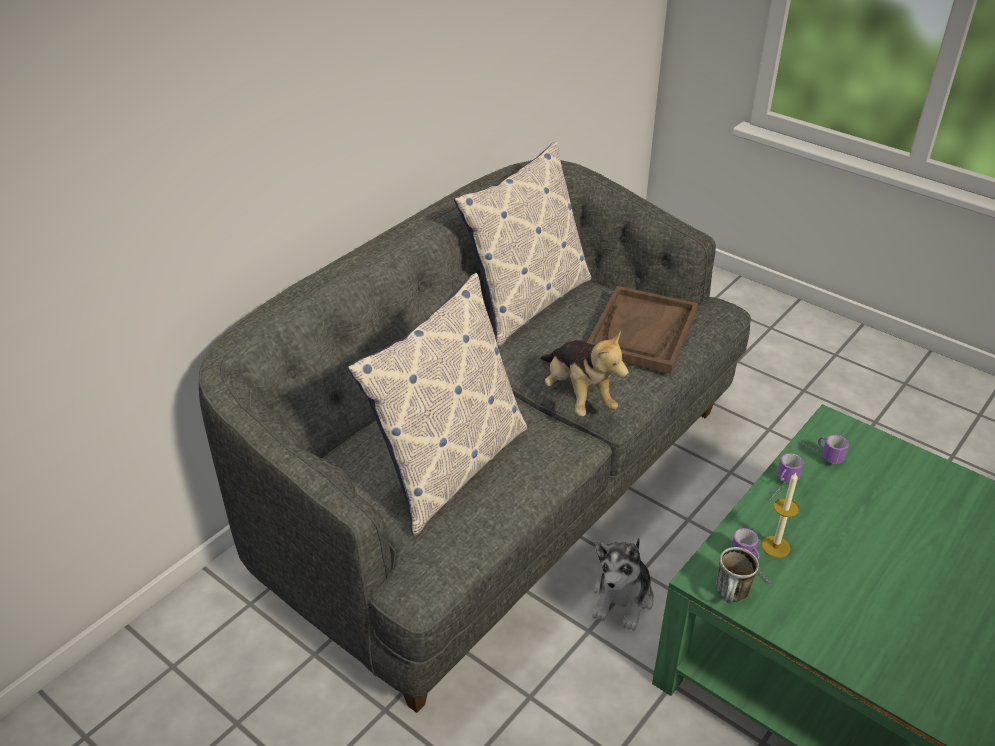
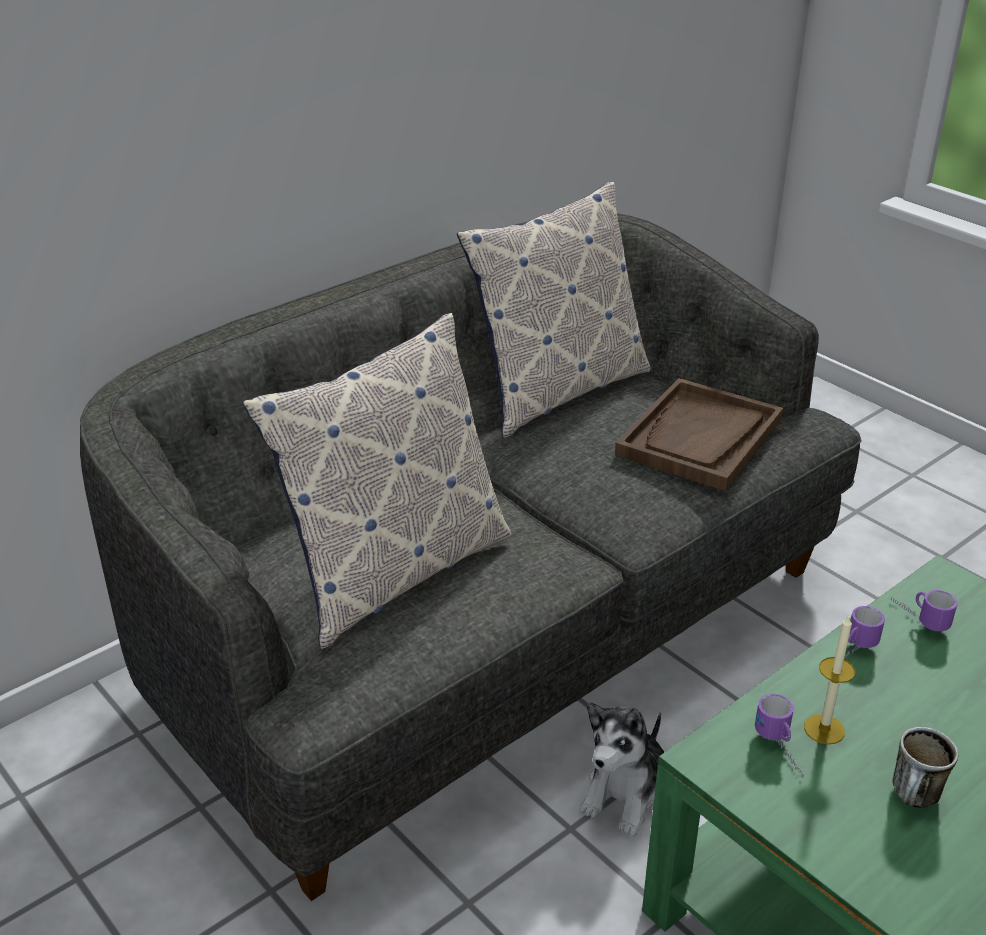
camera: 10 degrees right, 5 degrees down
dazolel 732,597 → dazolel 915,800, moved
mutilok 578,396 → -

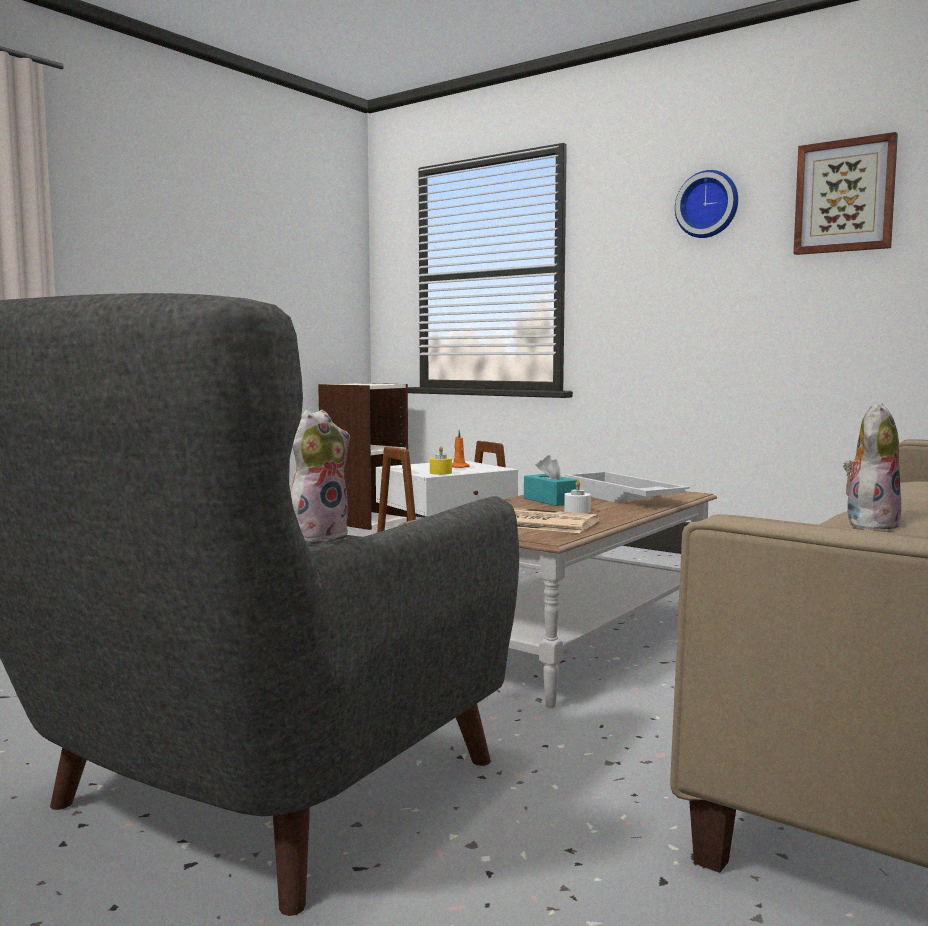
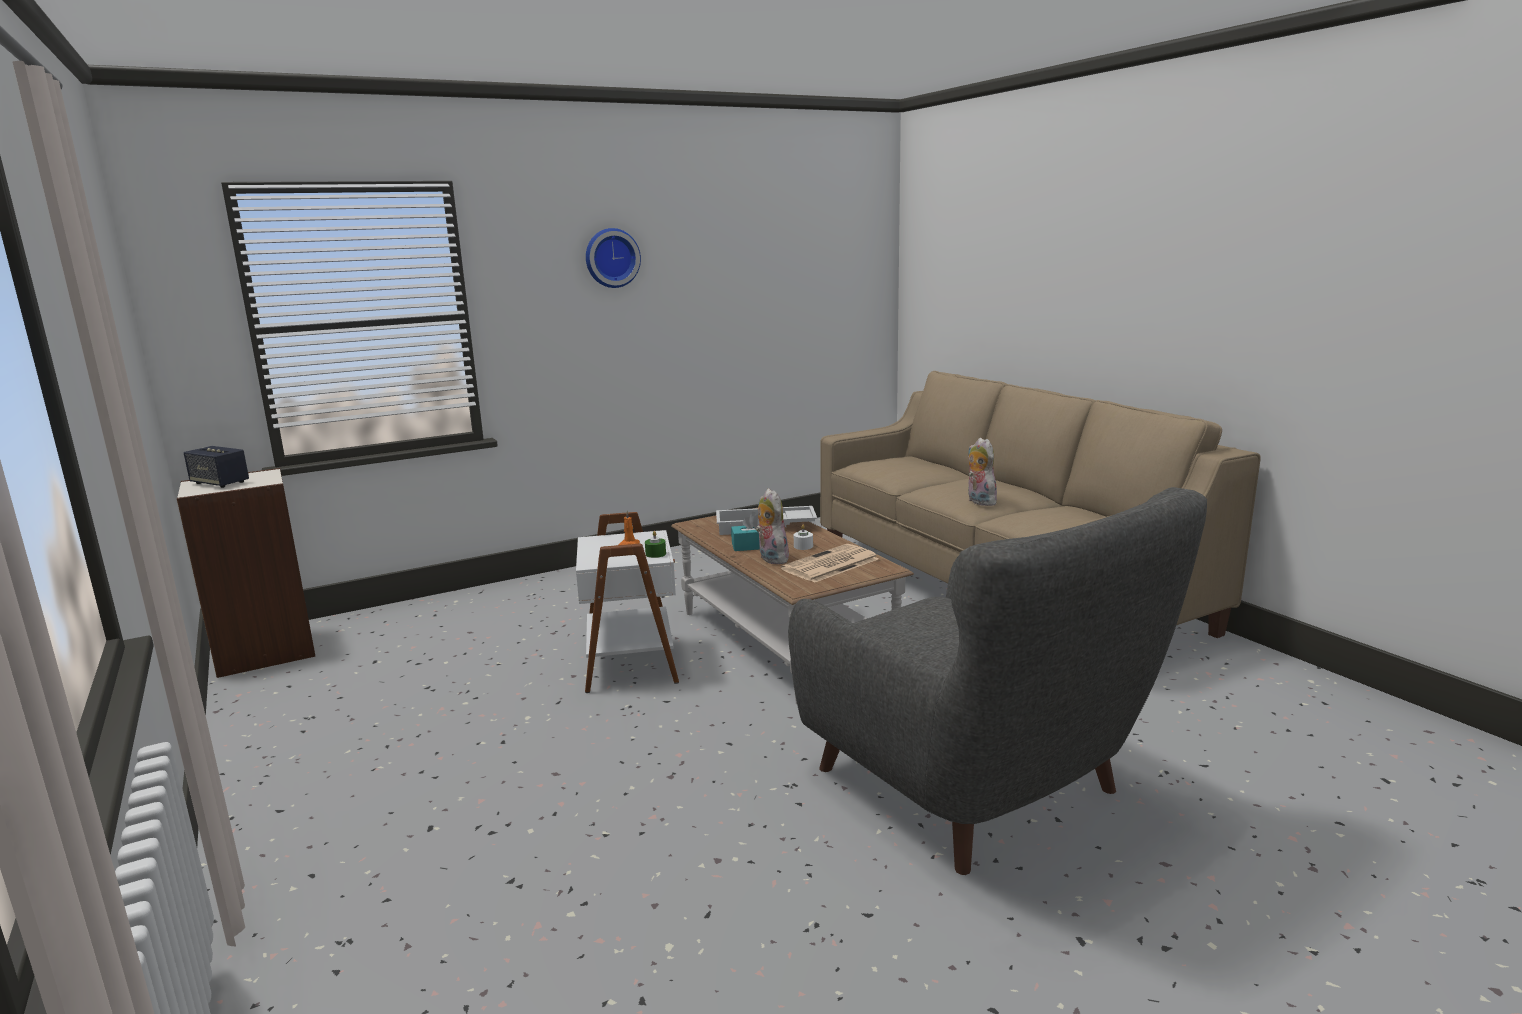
camera: 65 degrees left, 10 degrees up
- → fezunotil 220,483
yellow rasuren 440,473 → green rasuren 655,554
mutilok 317,538 → mutilok 771,558, moved
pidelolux 844,196 → -

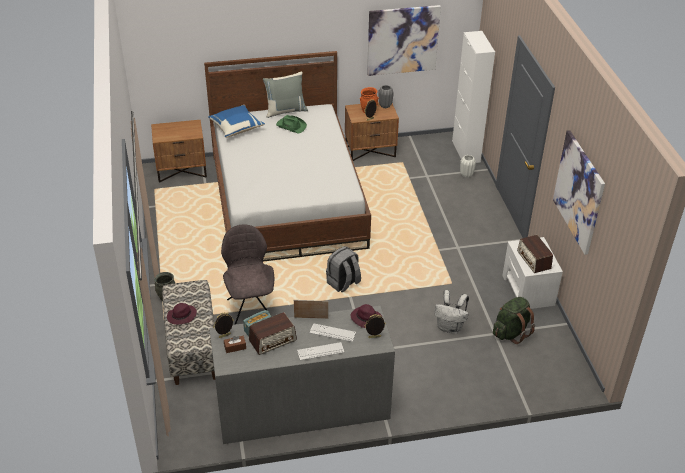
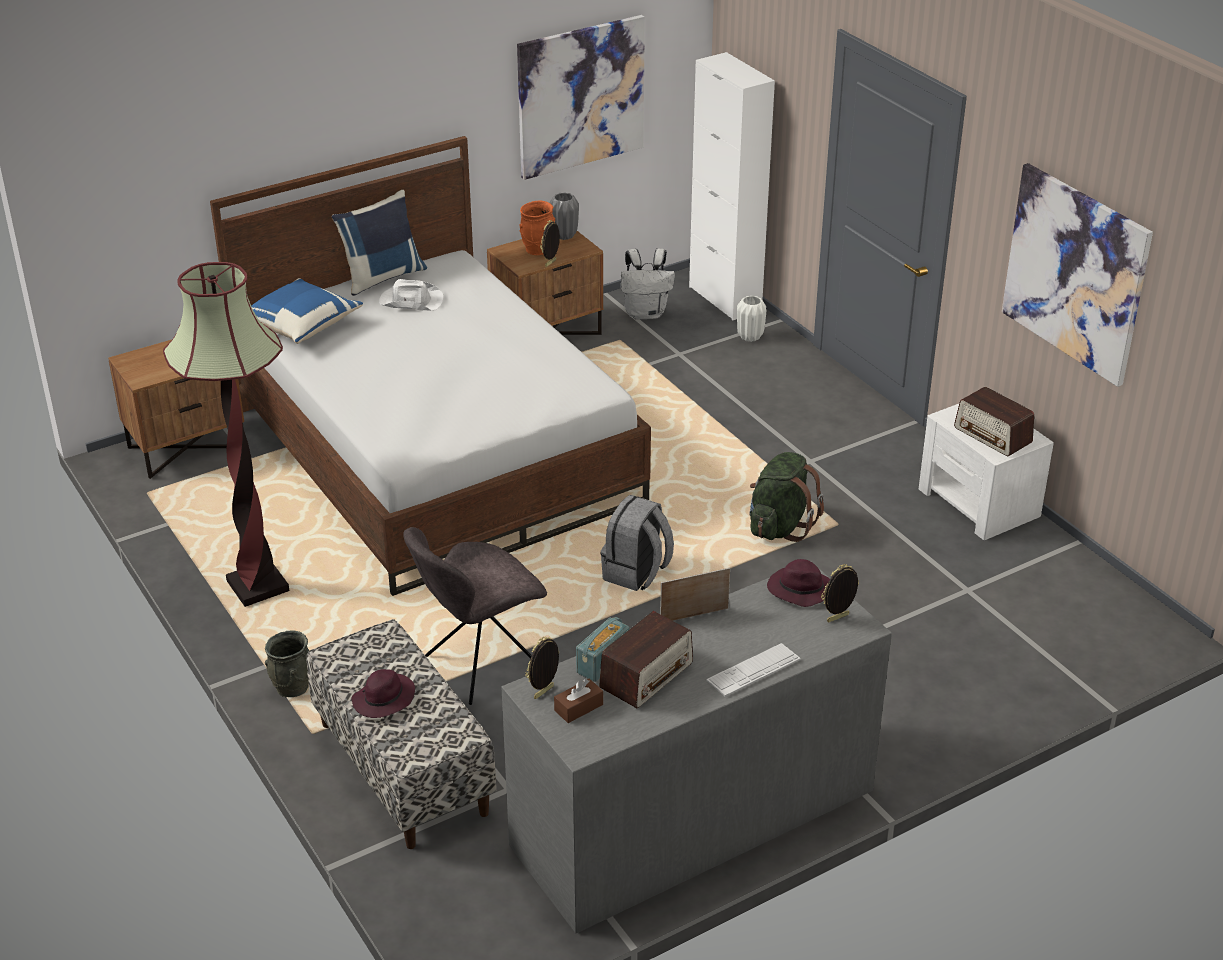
camera: 20 degrees left, 5 degrees down
- → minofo 258,587
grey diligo 285,110 → blue diligo 382,277
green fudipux 291,126 → white fudipux 410,301
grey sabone 250,309 → grey sabone 480,665, 90 degrees counterclockwise
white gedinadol 450,327 → white gedinadol 646,313, moved
green gedinadol 511,332 → green gedinadol 779,526, moved
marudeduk 332,333 → -

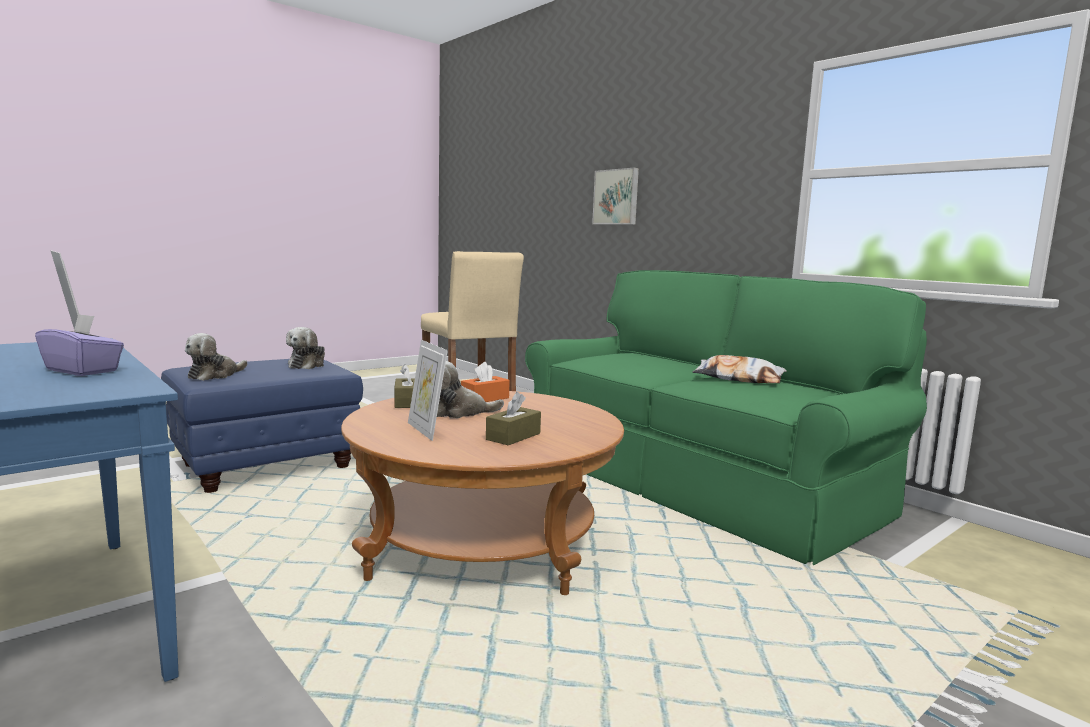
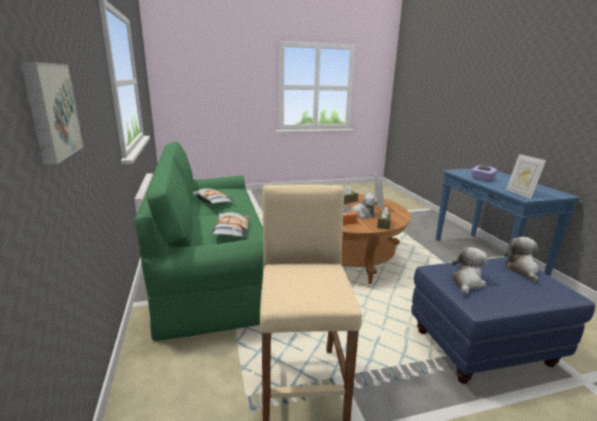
camera: 155 degrees left, 10 degrees up
- → diligo 231,229
mutilok 214,375 → mutilok 521,270, 45 degrees counterclockwise

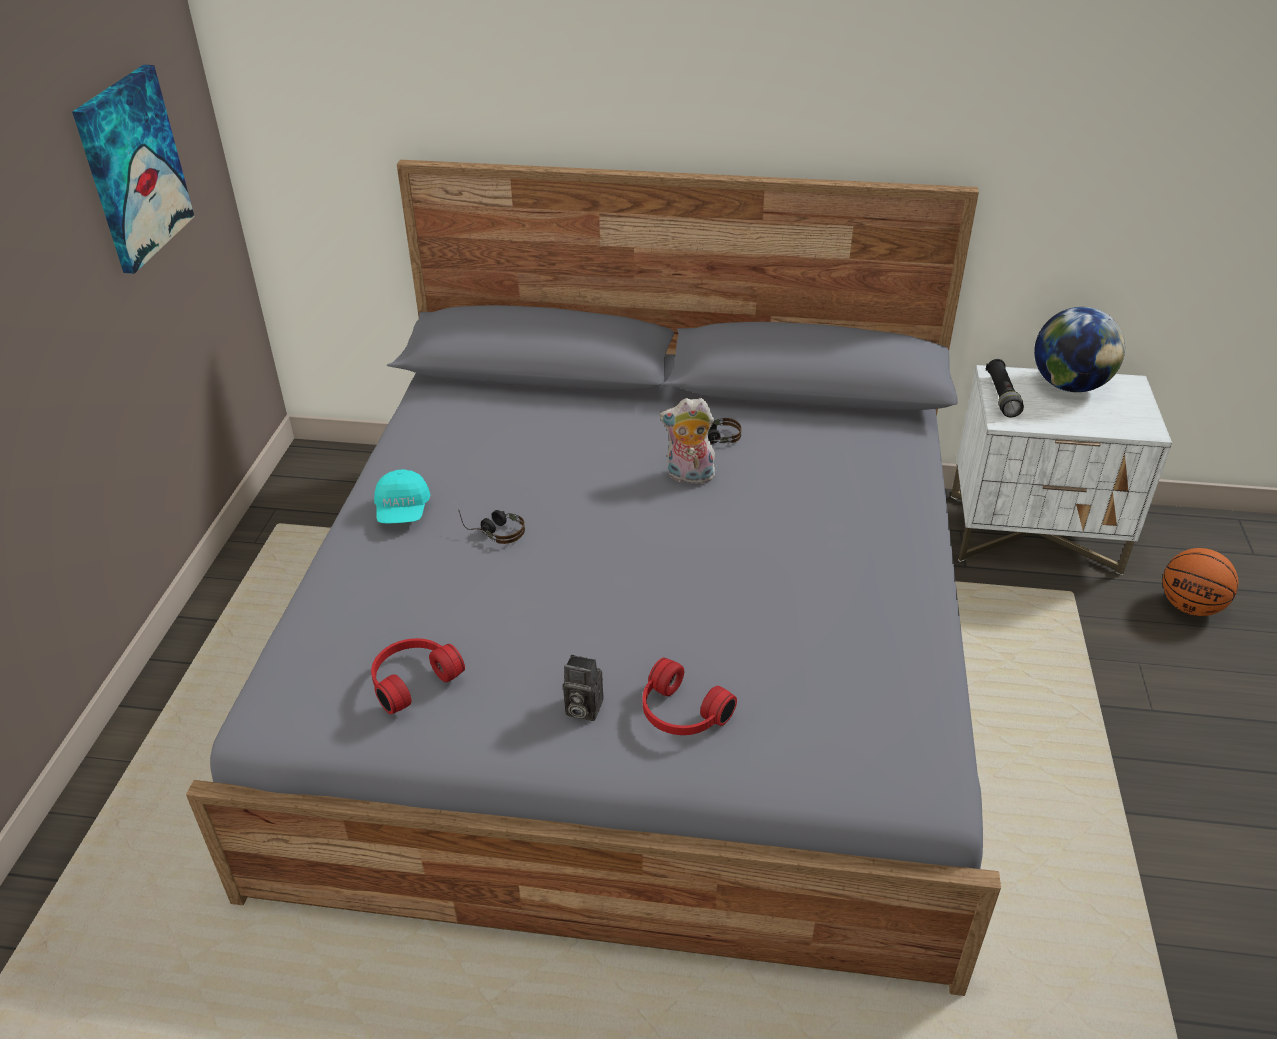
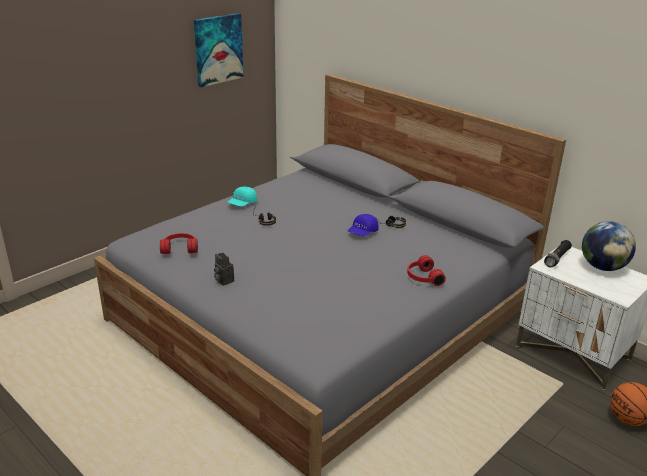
camera: 35 degrees right, 10 degrees down
mutilok 689,477 → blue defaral 362,232
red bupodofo 680,714 → red bupodofo 422,278, moved

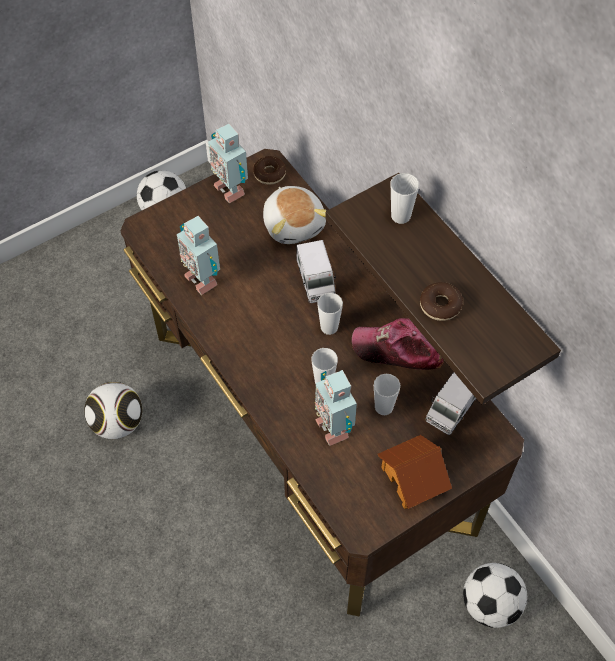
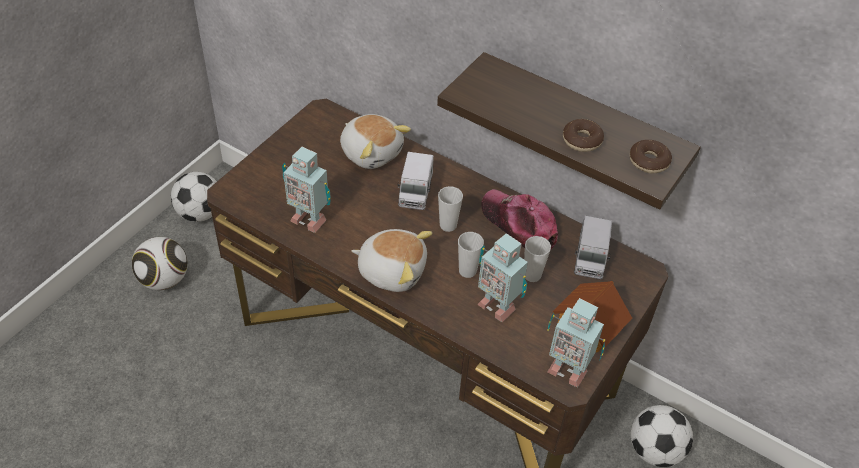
camera: 25 degrees left, 10 degrees down
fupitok 118,422 → fupitok 164,279, moved
- → mutilok 392,270
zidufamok 315,280 → zidufamok 415,191, 45 degrees clockwise
defaral 399,349 → defaral 519,225, 60 degrees clockwise
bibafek 231,188 → bibafek 567,369, moved
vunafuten 269,174 → vunafuten 648,161, moved
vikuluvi 400,216 → -

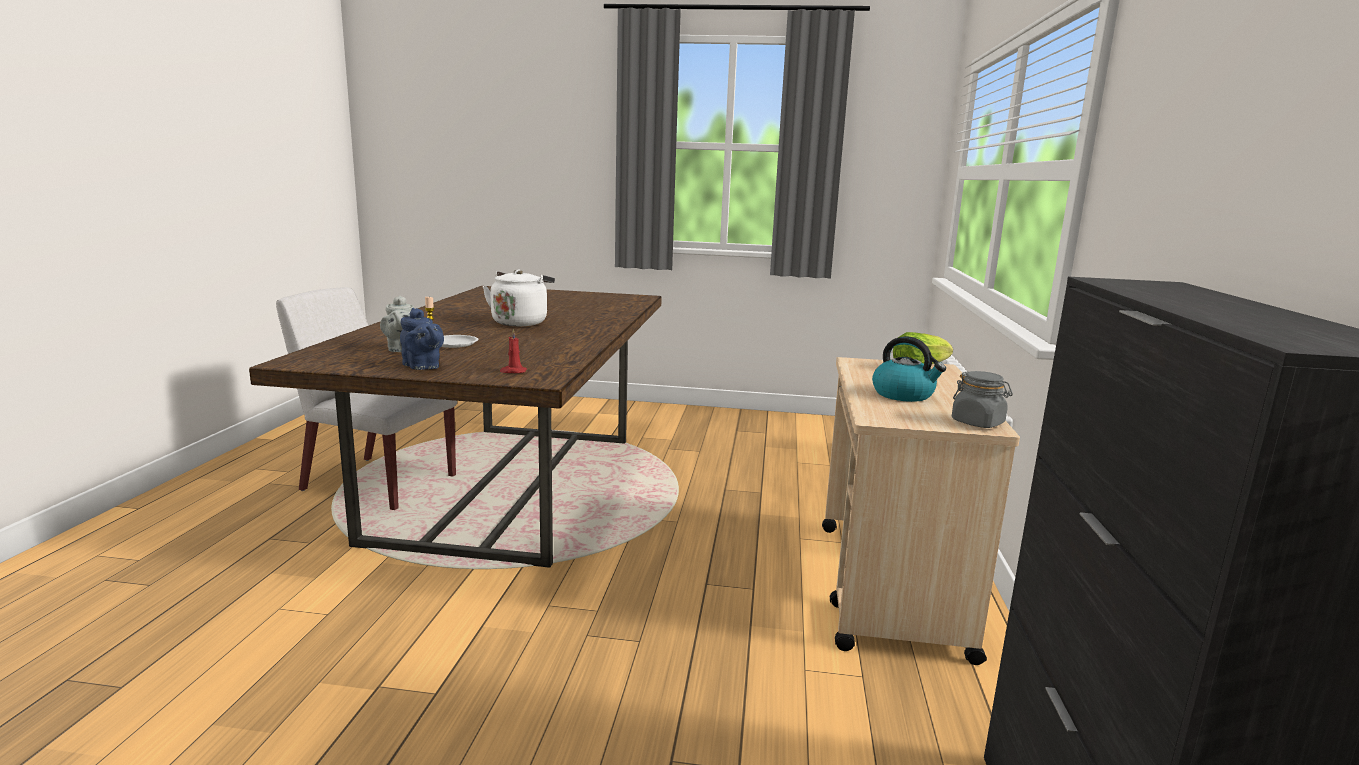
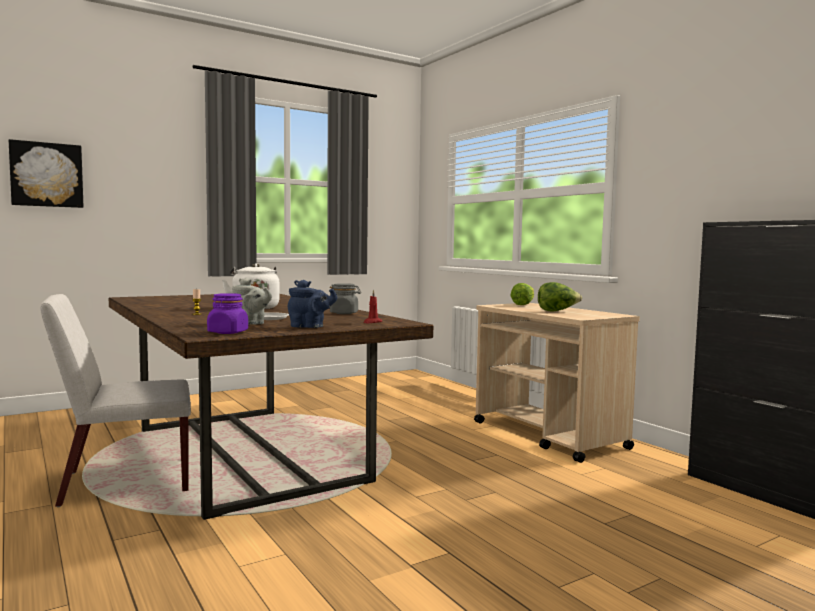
camera: 40 degrees left, 10 degrees down
- → pidelolux 46,175
- → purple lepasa 228,332
grey lepasa 978,423 → grey lepasa 344,313, moved
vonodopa 904,395 → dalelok 557,311

